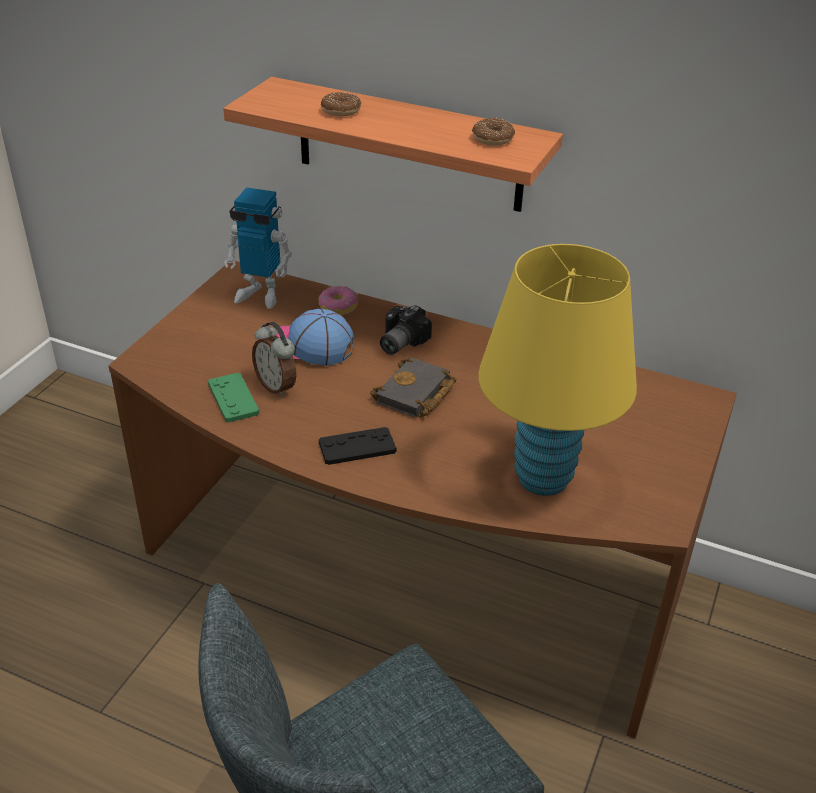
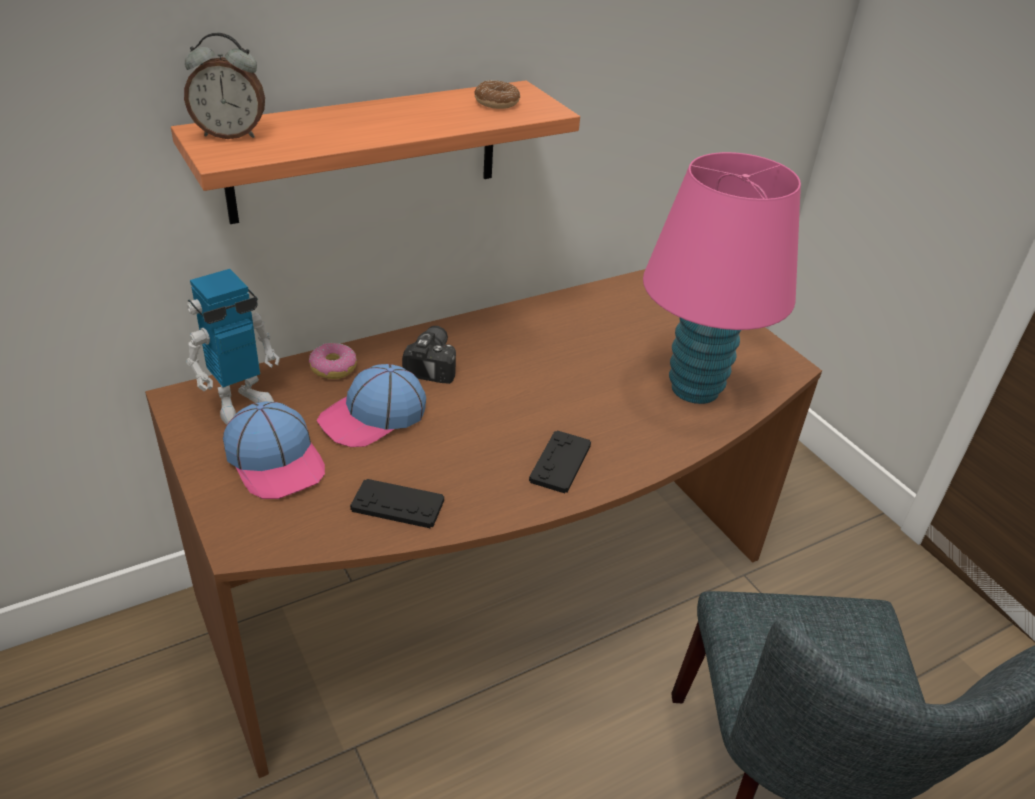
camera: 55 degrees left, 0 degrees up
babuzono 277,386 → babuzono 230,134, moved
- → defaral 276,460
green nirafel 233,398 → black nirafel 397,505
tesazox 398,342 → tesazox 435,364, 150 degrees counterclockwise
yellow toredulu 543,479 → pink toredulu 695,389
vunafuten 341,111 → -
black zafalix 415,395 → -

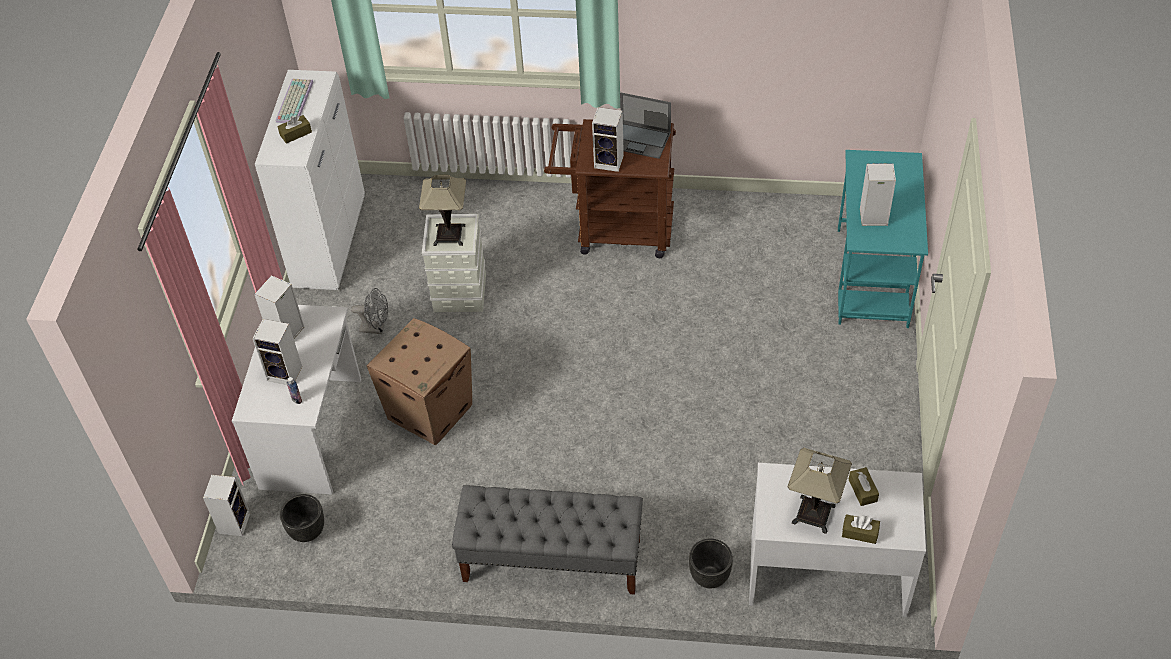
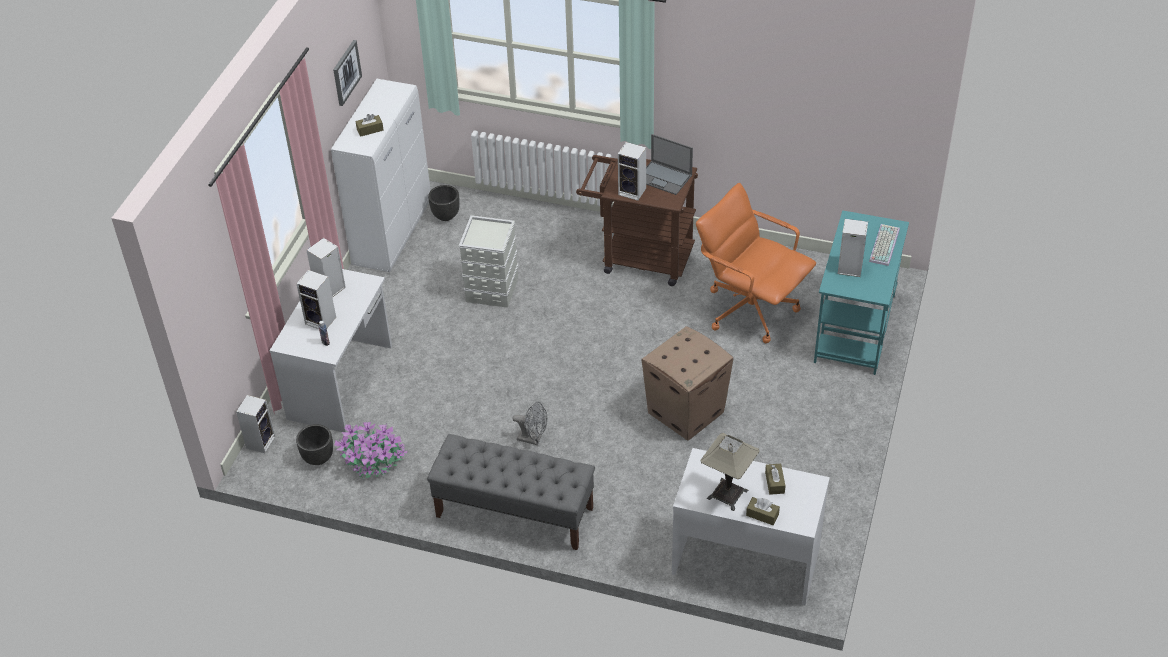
camera: 10 degrees right, 5 degrees down
- → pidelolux 346,72
- → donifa 374,462
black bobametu 710,577 → black bobametu 446,216, moved
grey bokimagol 376,328 → grey bokimagol 533,439, moved
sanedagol 431,411 → sanedagol 686,412, moved
- → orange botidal 750,309
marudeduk 293,101 → marudeduk 883,244, moved
toredulu 449,235 → -

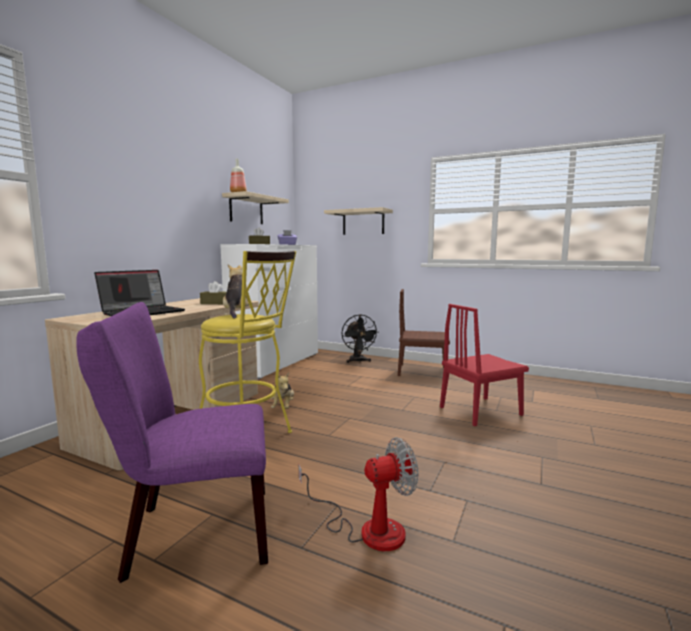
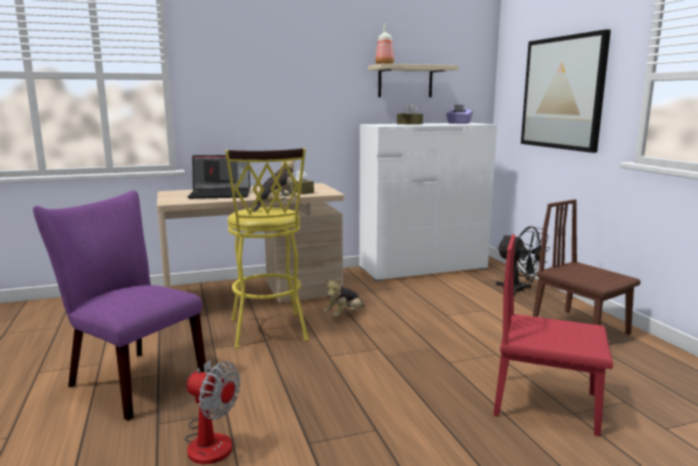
camera: 45 degrees right, 5 degrees up
black bokimagol 358,361 → black bokimagol 519,291, 75 degrees counterclockwise
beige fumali 363,222 → pidelolux 562,93

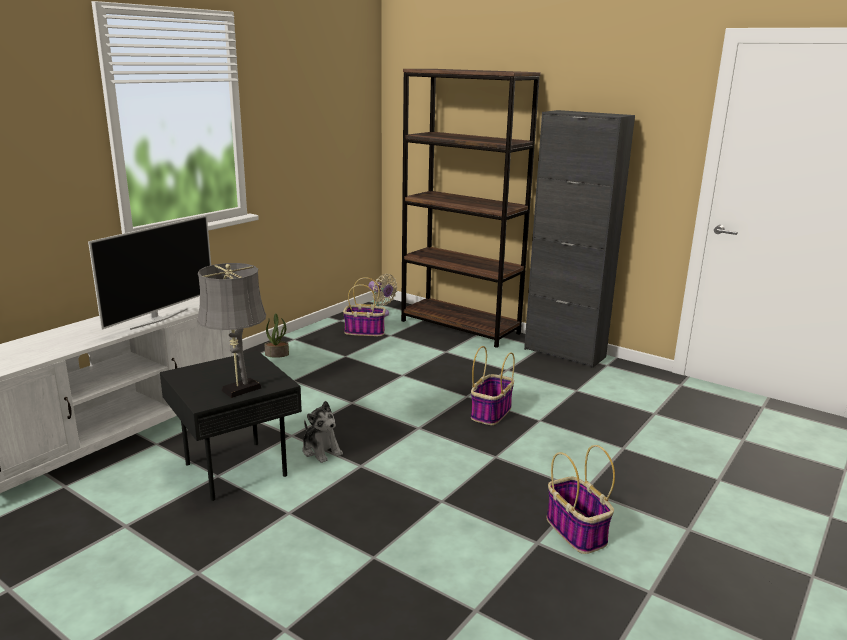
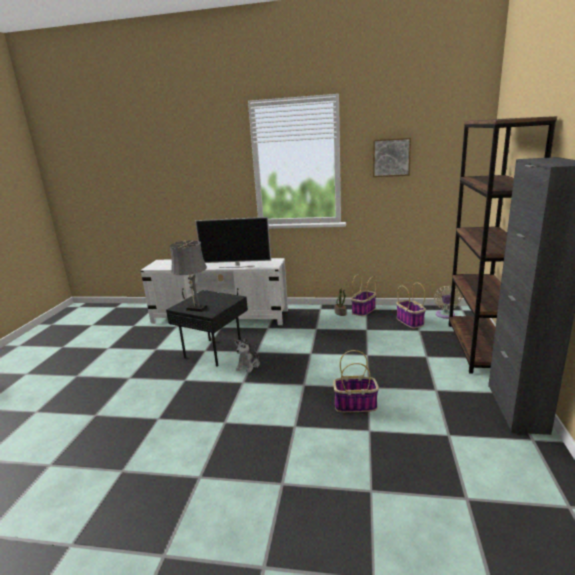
camera: 65 degrees right, 0 degrees up
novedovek 577,531 → novedovek 363,311, moved
- → pidelolux 391,157

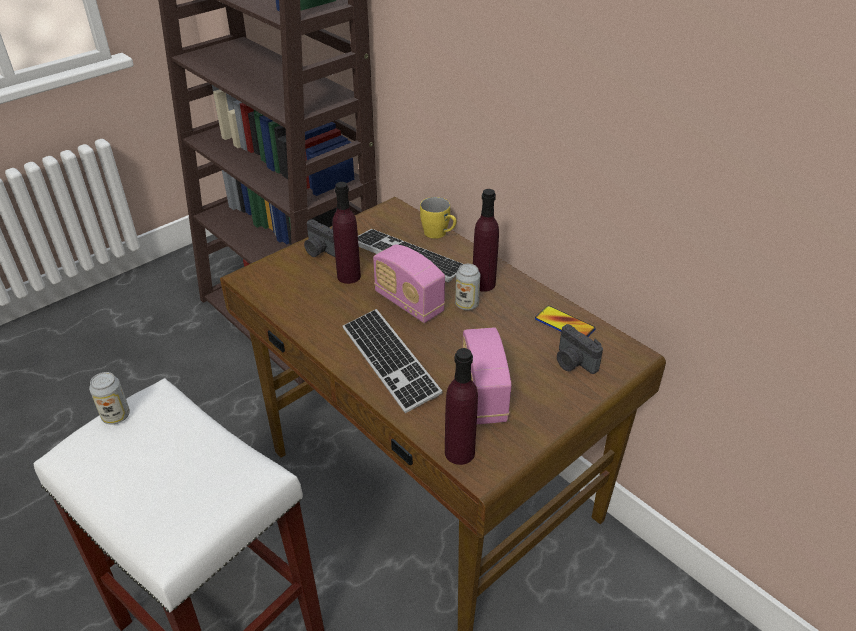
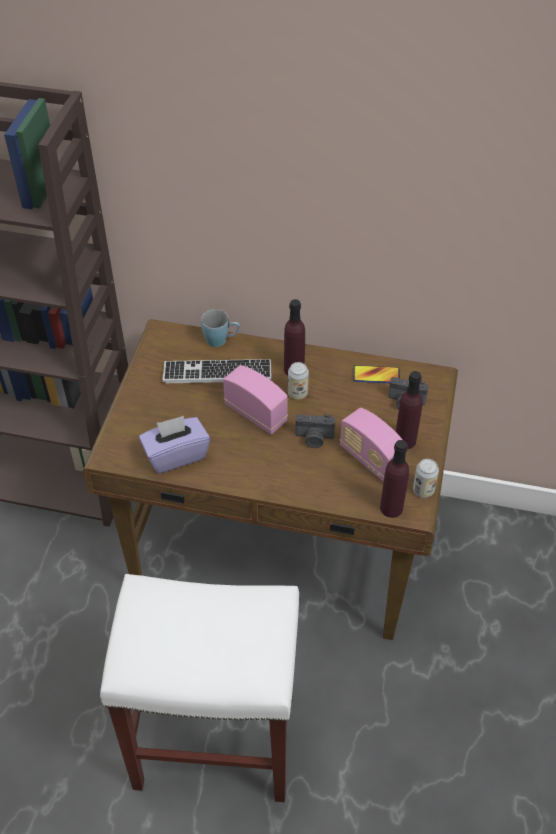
camera: 35 degrees left, 10 degrees up
- → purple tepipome 176,455
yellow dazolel 439,234 → blue dazolel 221,340
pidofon 409,303 → pidofon 256,414, 150 degrees counterclockwise
tesazox 320,250 → tesazox 314,438, moved
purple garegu 349,276 → purple garegu 405,440, moved
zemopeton 116,416 → zemopeton 423,490, moved
marudeduk 390,361 → -

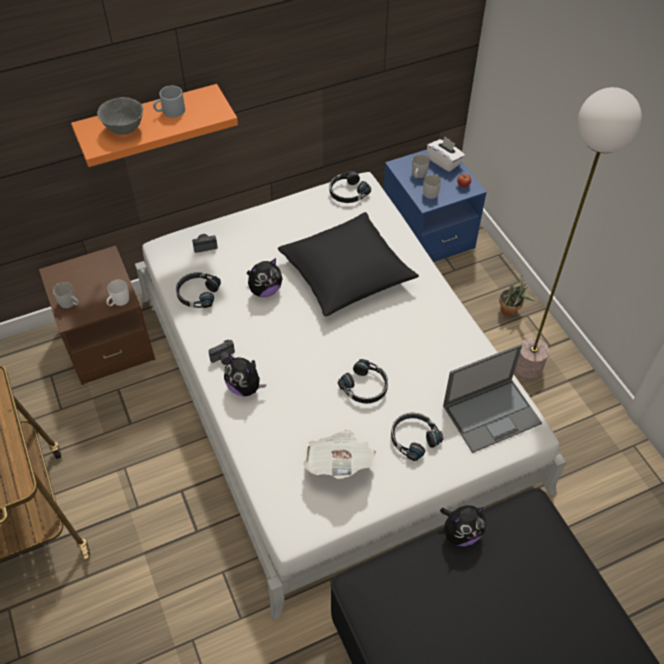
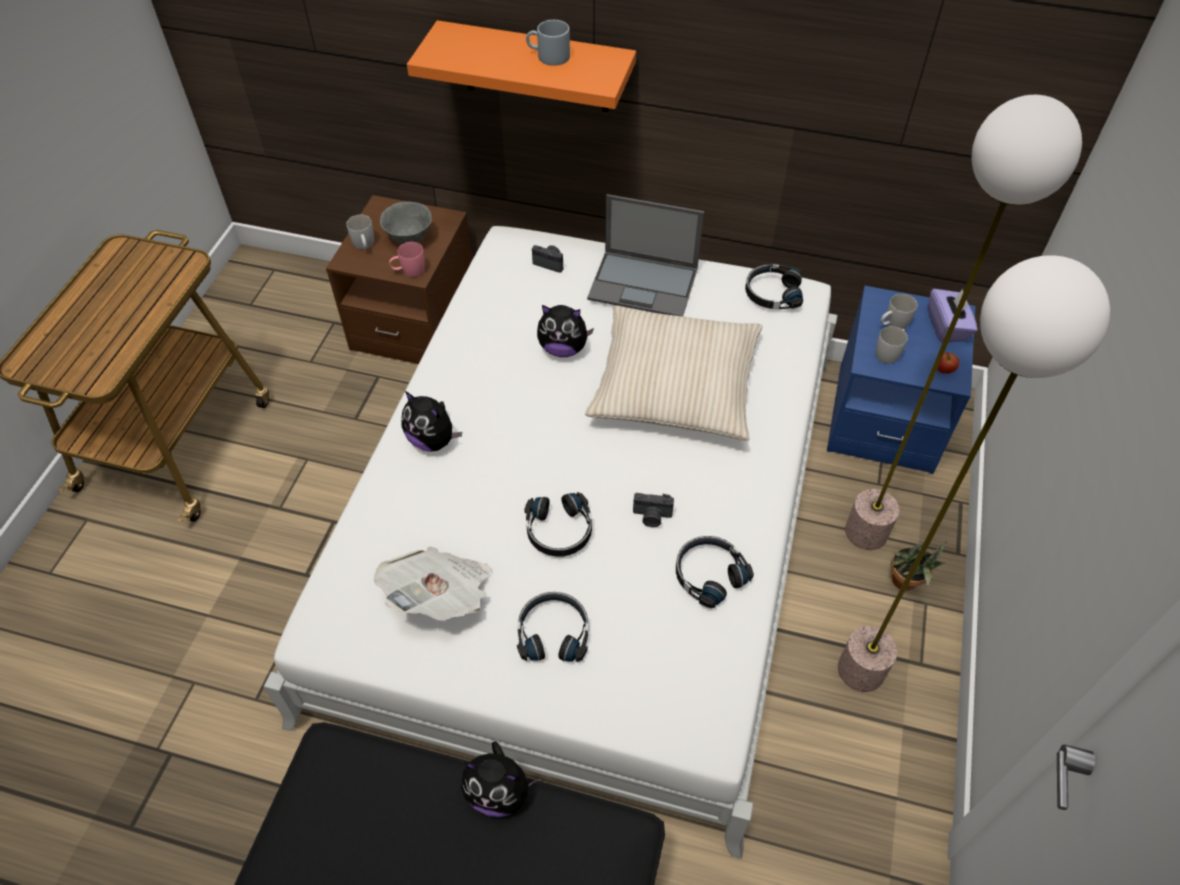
camera: 40 degrees right, 0 degrees up
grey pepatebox 124,129 → grey pepatebox 409,238, moved
white dazolel 118,302 → pink dazolel 409,271
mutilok 245,387 → mutilok 433,440, 45 degrees counterclockwise
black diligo 346,273 → beige diligo 675,385
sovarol 492,414 → sovarol 644,284, moved
tesazox 224,358 → tesazox 652,517, moved
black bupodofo 197,294 → black bupodofo 708,574, moved
- → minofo 867,532
white tepipome 444,162 → purple tepipome 947,327

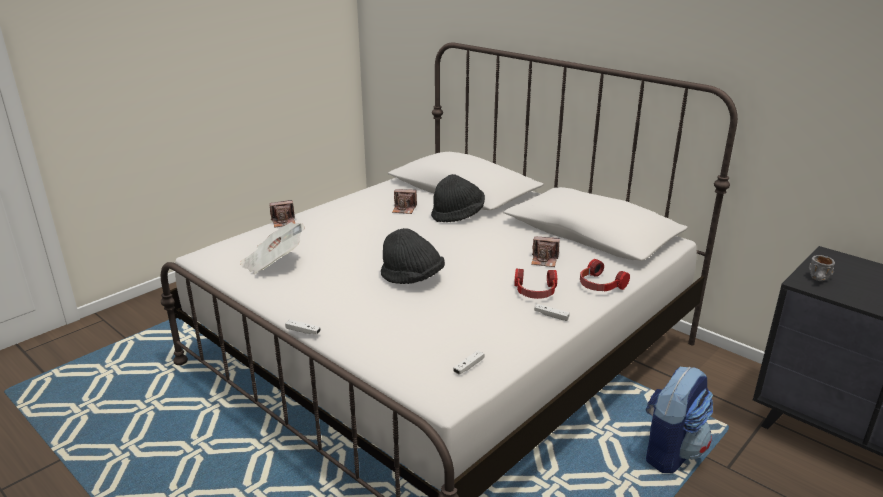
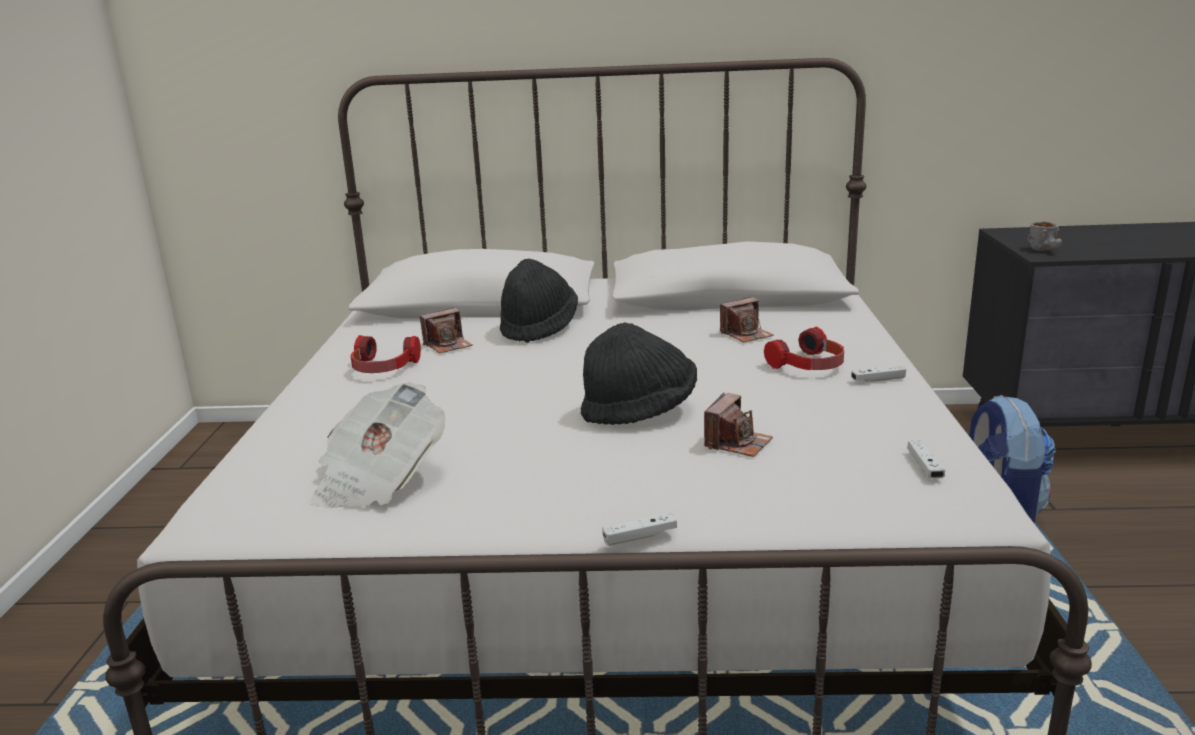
camera: 40 degrees left, 5 degrees down
bupodofo 599,285 → bupodofo 383,368, moved
tesazox 284,222 → tesazox 737,443, moved

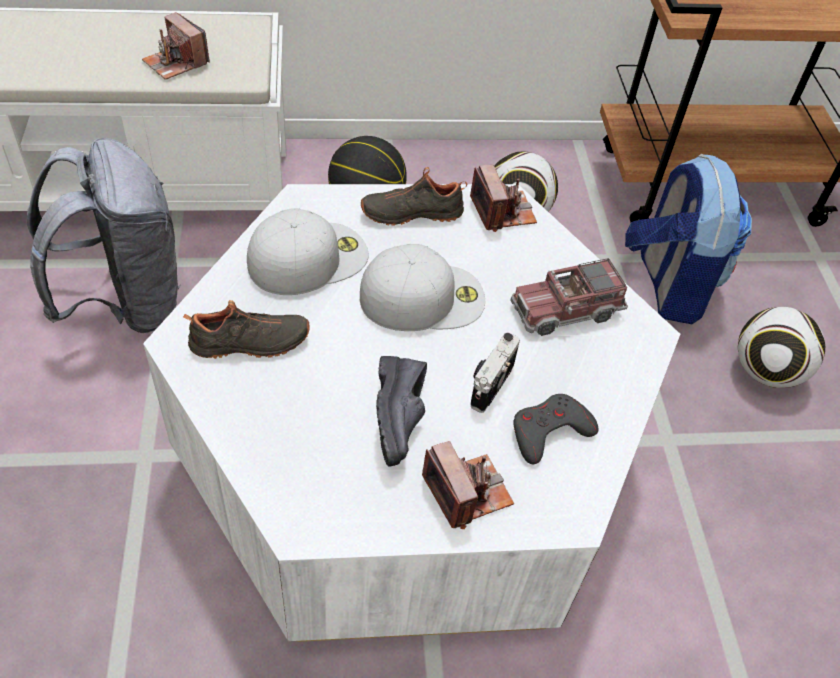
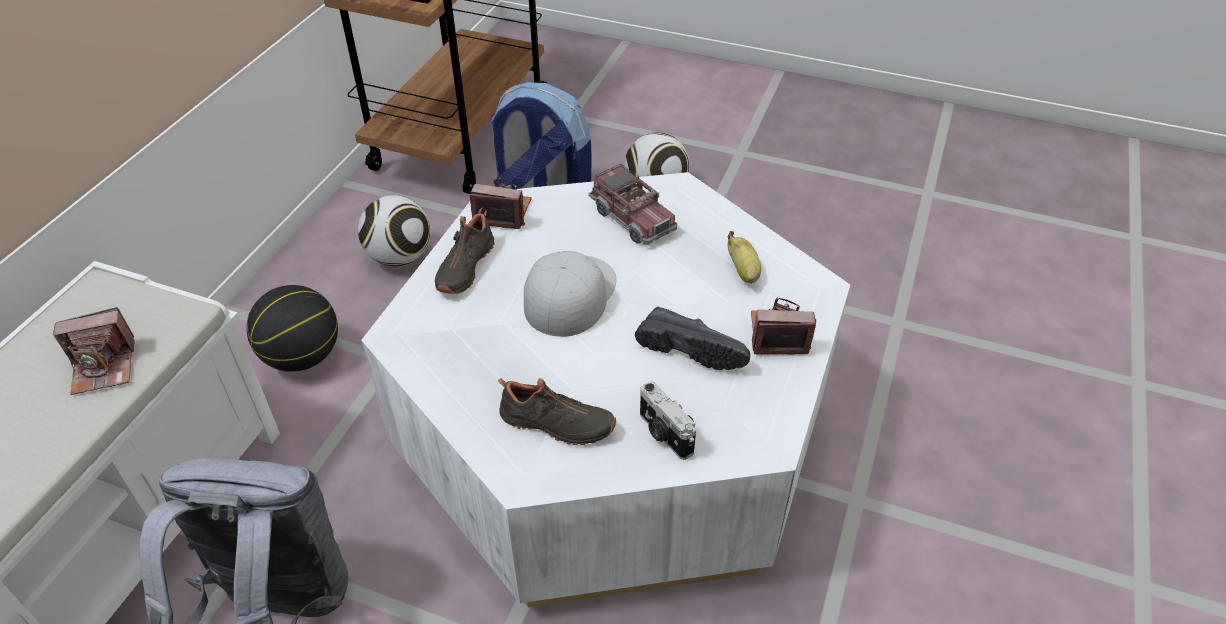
camera: 60 degrees left, 5 degrees down
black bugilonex 250,344 → black bugilonex 556,425, 90 degrees clockwise
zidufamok 566,310 → zidufamok 632,218, 45 degrees counterclockwise
tesazox 489,384 → tesazox 664,434, moved
grey nirafel 549,432 → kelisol 743,271
white defaral 308,257 → -

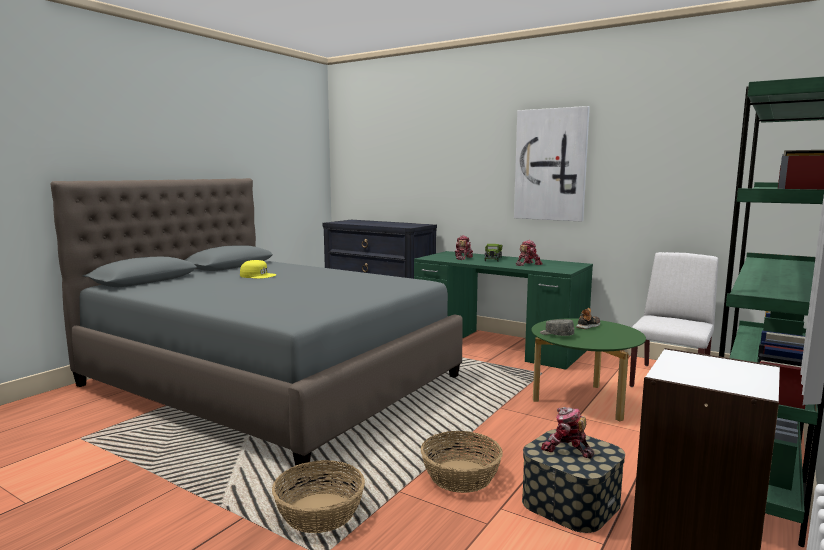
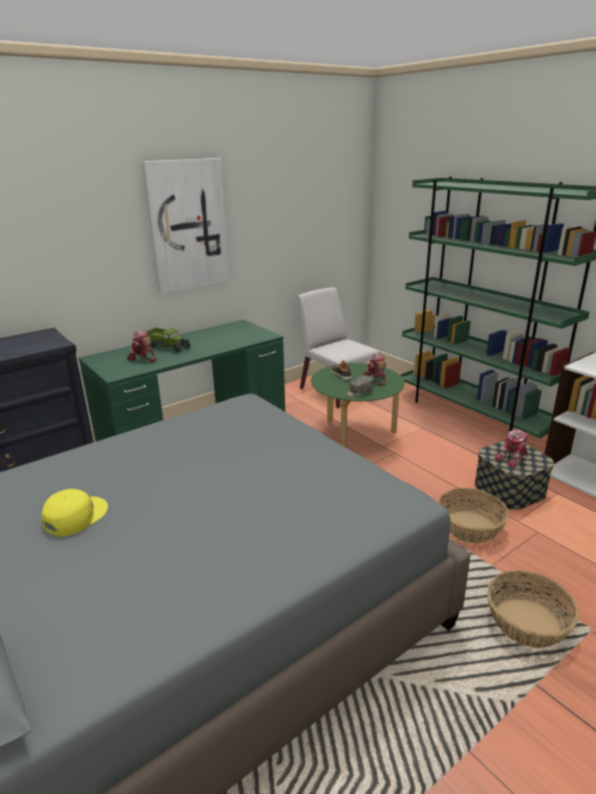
camera: 70 degrees left, 15 degrees up
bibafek 527,264 → bibafek 376,379, moved

